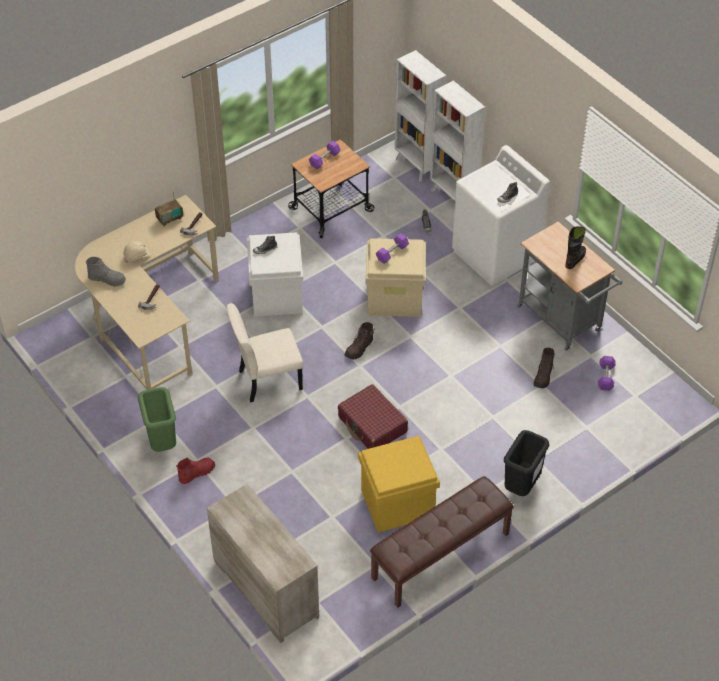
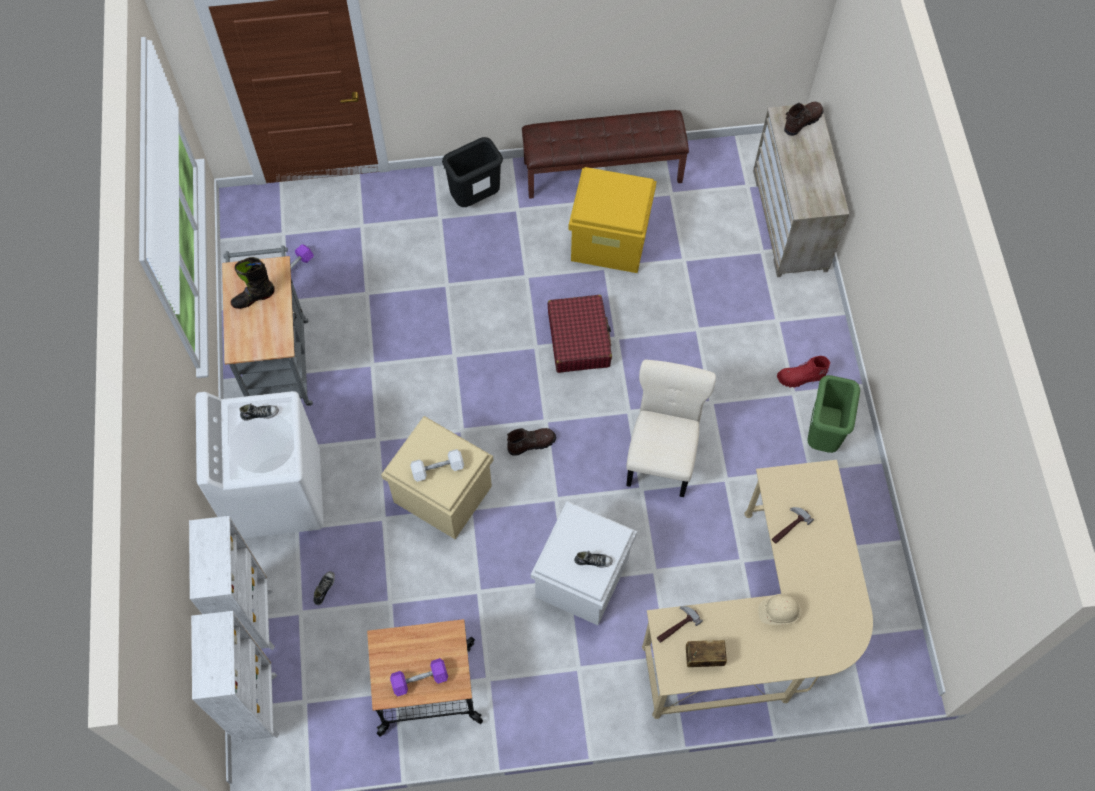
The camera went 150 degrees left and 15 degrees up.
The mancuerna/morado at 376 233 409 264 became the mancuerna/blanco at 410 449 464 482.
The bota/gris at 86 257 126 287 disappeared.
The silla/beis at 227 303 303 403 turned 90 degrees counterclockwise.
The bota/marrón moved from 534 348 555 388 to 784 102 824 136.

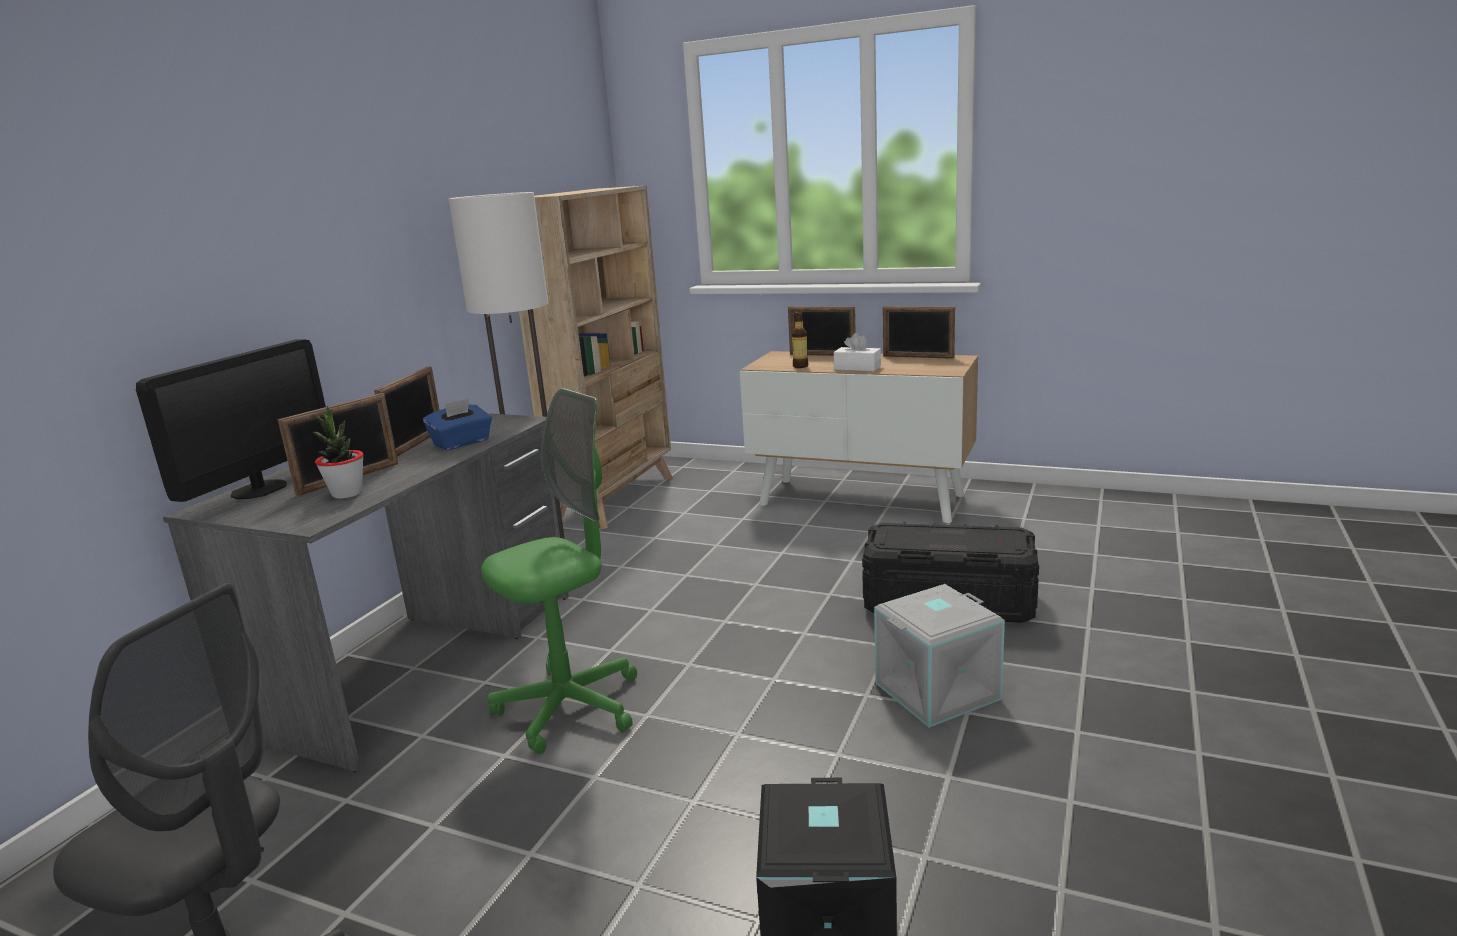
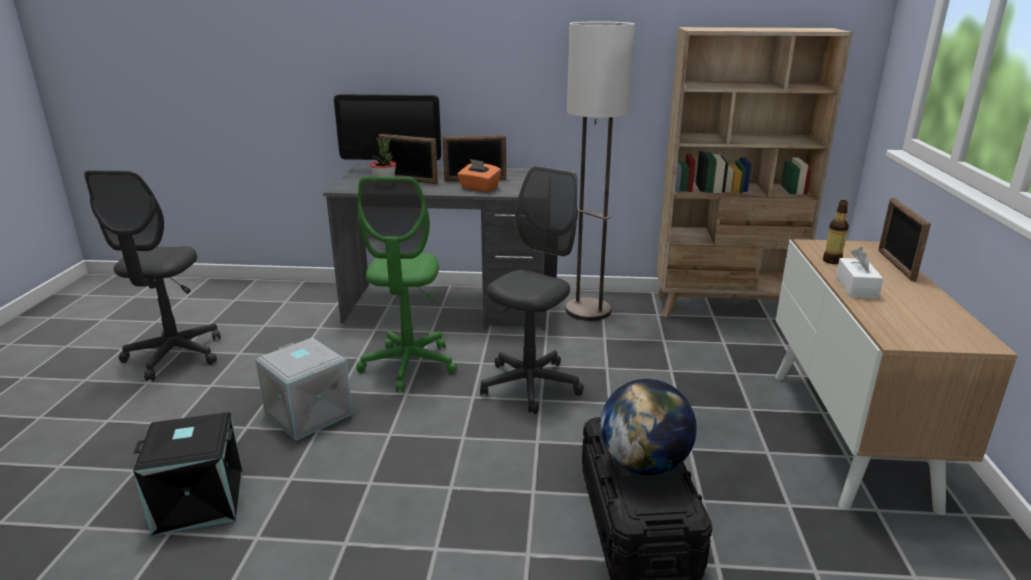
The camera went 70 degrees right and 5 degrees up.
The portarretratos at 883 306 955 359 disappeared.
The silla de oficina/verde at 481 388 637 754 turned 60 degrees clockwise.
The caja de pañuelos/azul at 423 399 492 450 became the caja de pañuelos/naranja at 457 159 501 192.
The caja de almacenaje/gris moved from 874 584 1005 728 to 255 337 353 441.
The silla de oficina/gris at 480 166 584 414 appeared.
The globo terráqueo at 600 379 697 475 appeared.

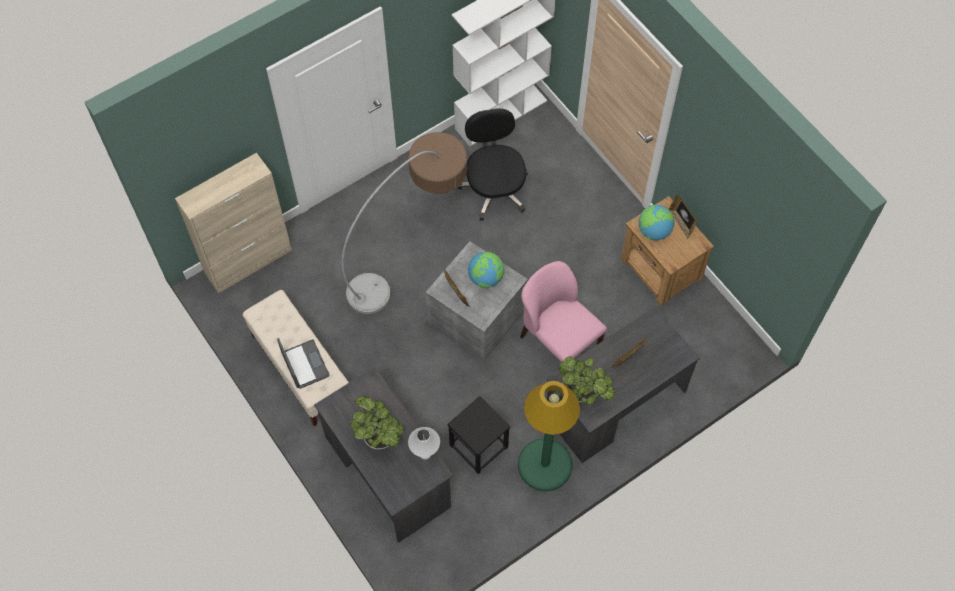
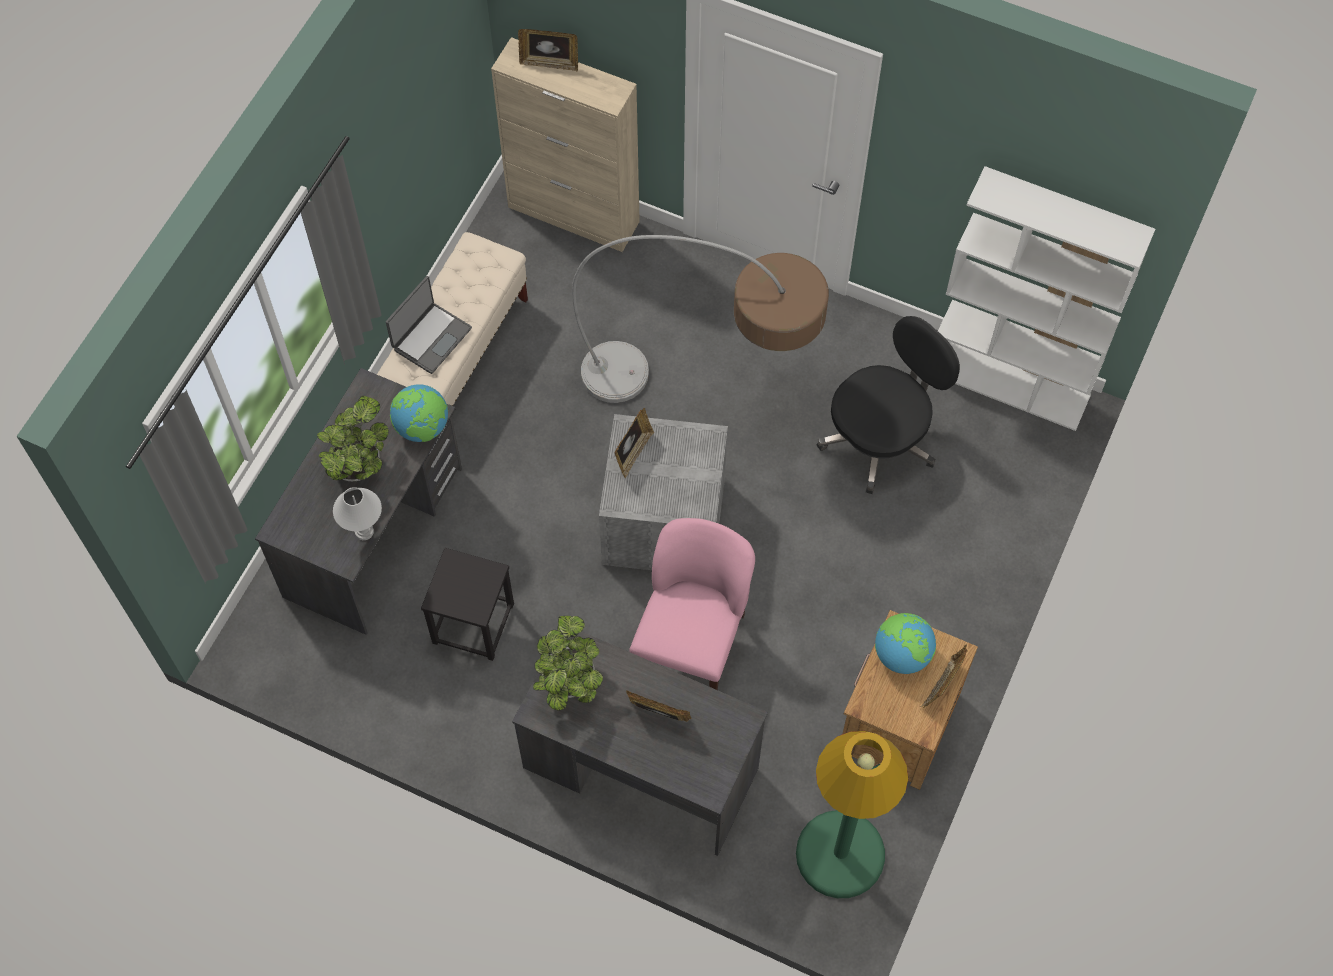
The camera went 60 degrees right and 0 degrees up.
The globo terráqueo moved from 468 252 504 288 to 390 384 448 442.
The lámpara de pie/verde moved from 518 381 580 491 to 796 731 908 898.
The portarretratos at 518 29 578 71 appeared.

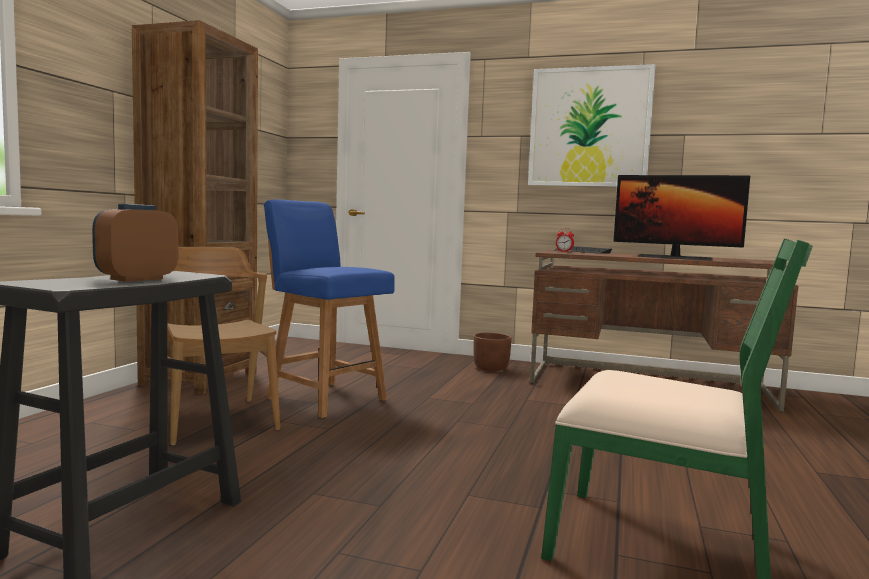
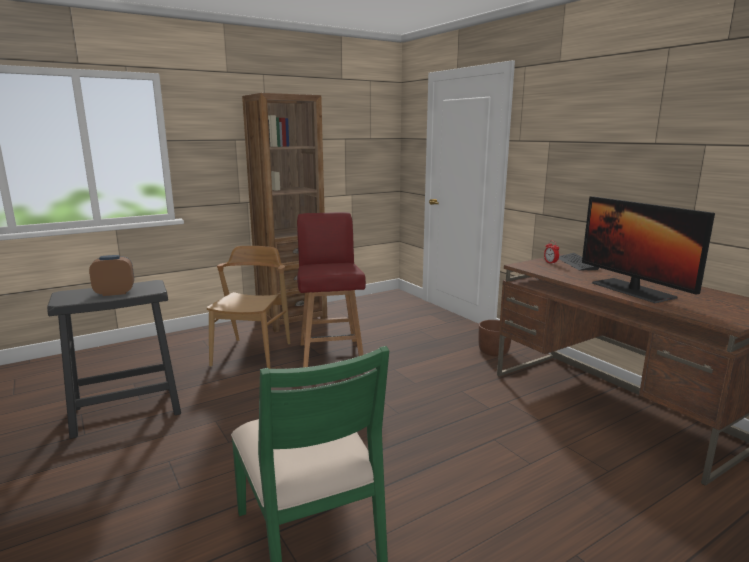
The camera went 40 degrees right and 10 degrees up.
The cuadro at 528 64 656 187 disappeared.
The silla/azul at 264 199 395 418 became the silla/rojo at 297 212 366 367.

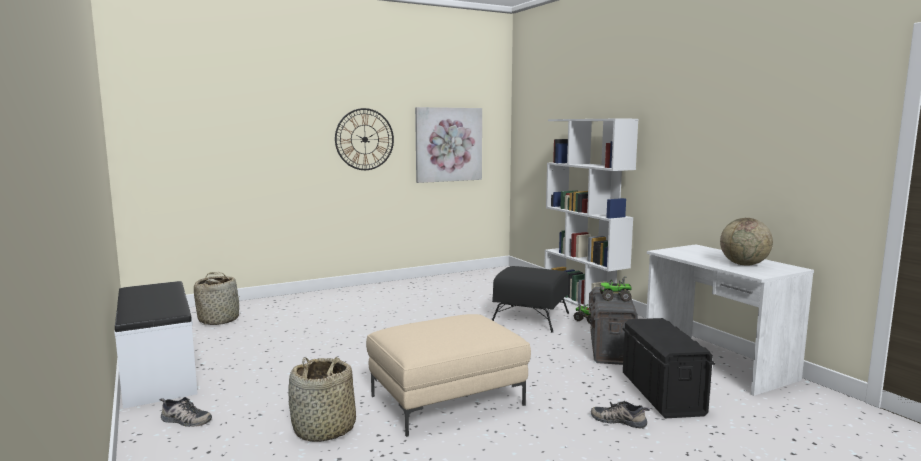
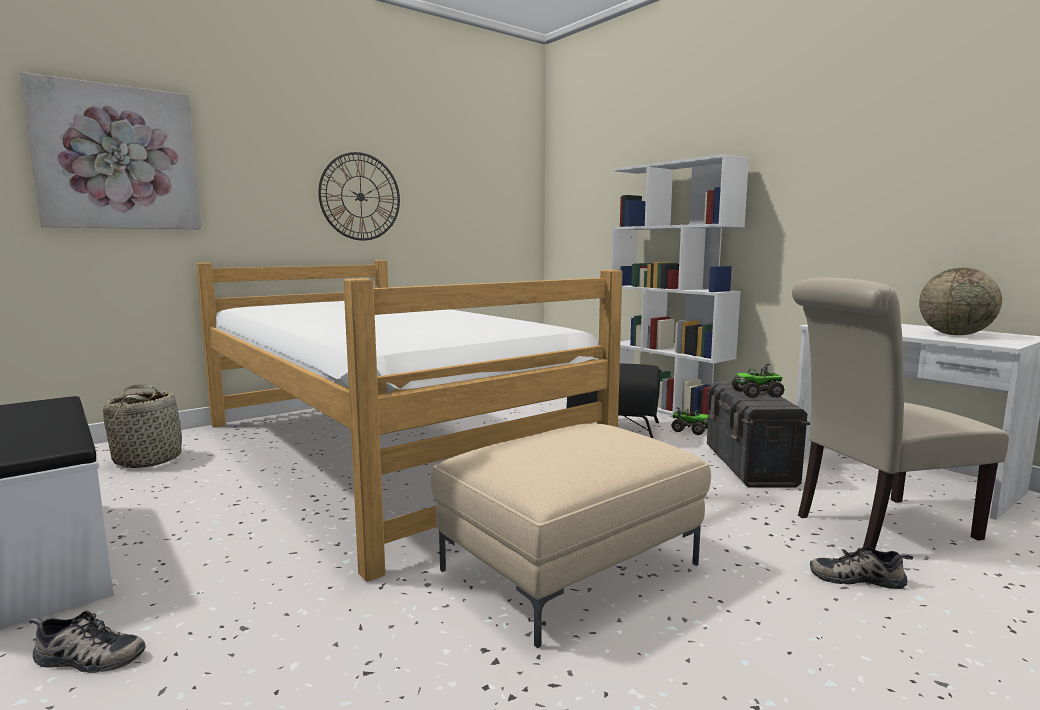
The camera went 10 degrees left and 0 degrees up.
The cuadro moved from 415 107 482 183 to 20 72 201 229.
The caja de almacenaje/negro at 623 318 715 418 was replaced by the silla/beis at 792 278 1009 550.
The cesta at 288 357 356 442 disappeared.
The cama at 196 260 622 582 appeared.

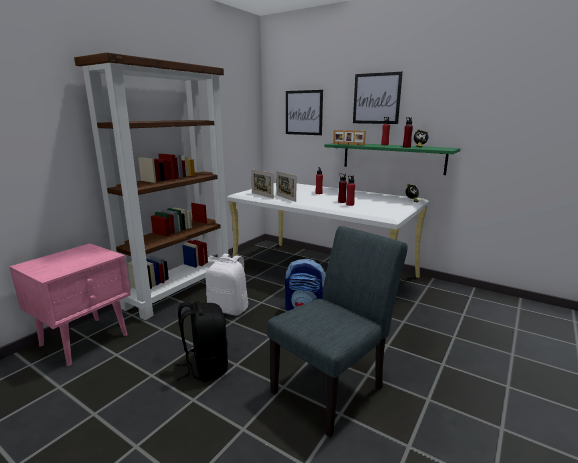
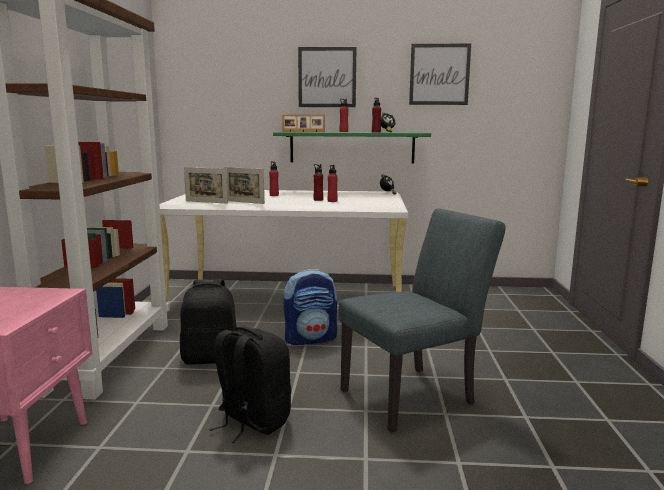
The camera went 30 degrees left and 5 degrees down.
The cuadro moved from 286 90 323 135 to 409 44 471 105.
The silla/gris at 267 226 408 438 turned 45 degrees clockwise.
The mochila/blanco at 206 254 249 315 became the mochila/negro at 180 279 237 365.

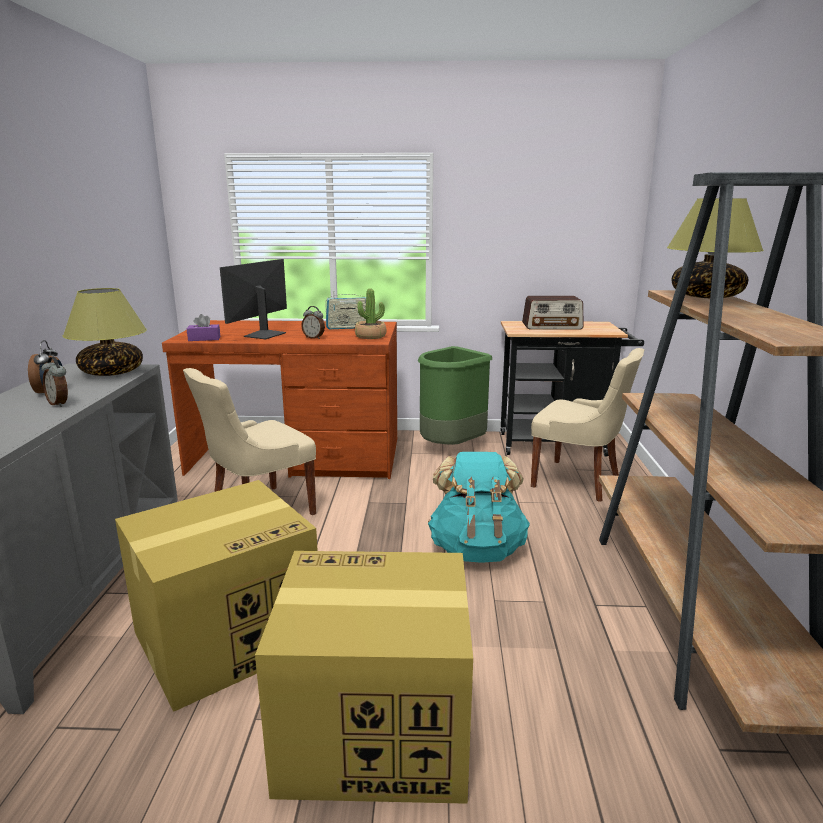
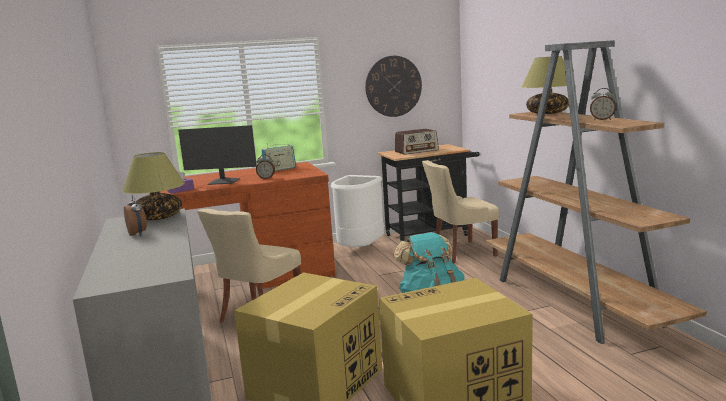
The camera went 20 degrees left and 5 degrees down.
The monitor at 220 259 287 339 turned 90 degrees counterclockwise.
The planta en maceta at 355 289 386 339 disappeared.
The papelera/verde at 418 346 492 445 became the papelera/blanco at 331 175 384 247.
The silla/beis at 531 348 644 502 turned 150 degrees clockwise.
The despertador moved from 41 357 68 407 to 590 88 616 120.
The reloj de pared at 365 56 422 117 appeared.

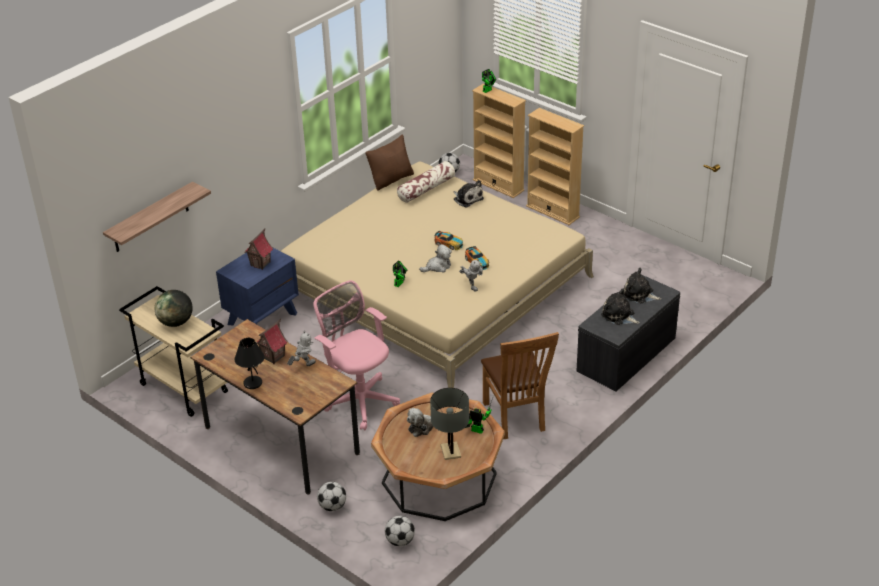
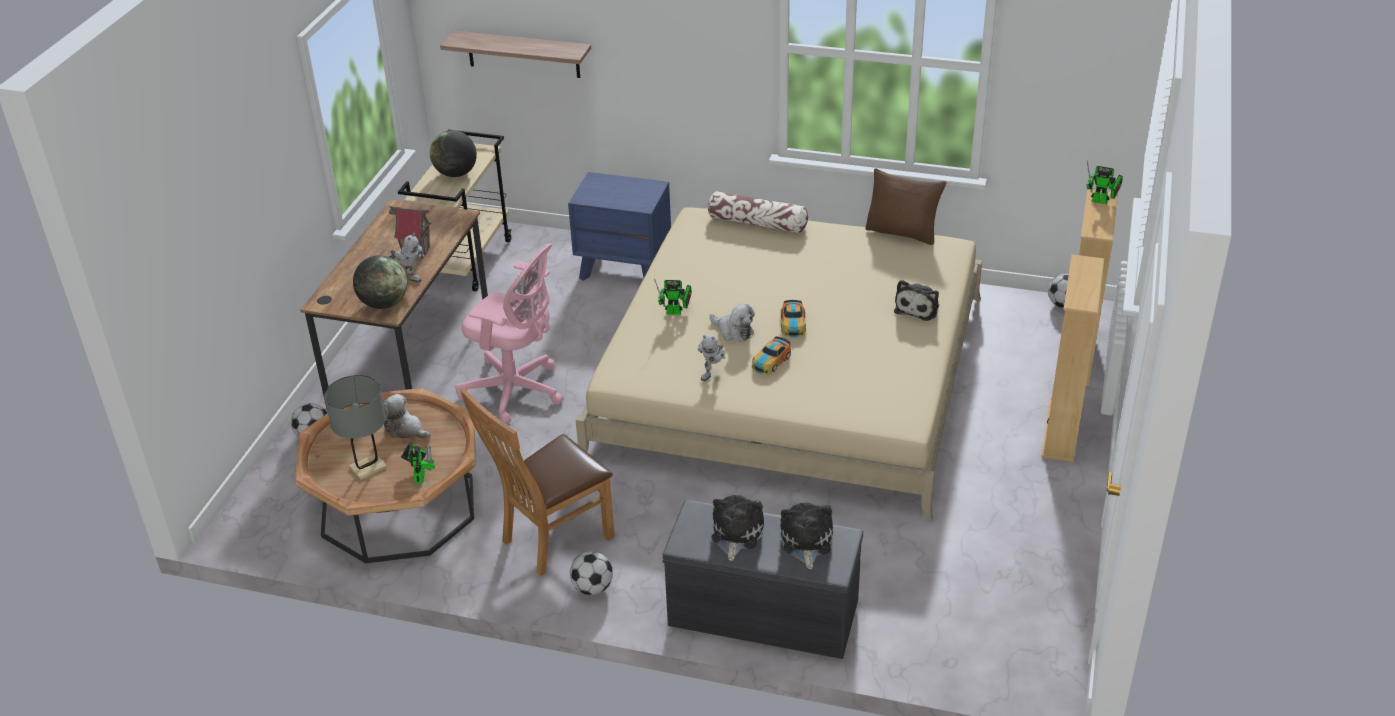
The camera went 65 degrees right and 0 degrees up.
The cojín moved from 397 161 455 203 to 708 191 808 233.
The casita at 245 228 273 270 disappeared.
The silla de oficina/rosa at 313 280 400 430 turned 90 degrees clockwise.
The lámpara de mesa/negro at 234 338 264 389 disappeared.
The balón de fútbol moved from 385 516 415 546 to 570 551 613 595.
The globo terráqueo at 353 255 407 309 appeared.

